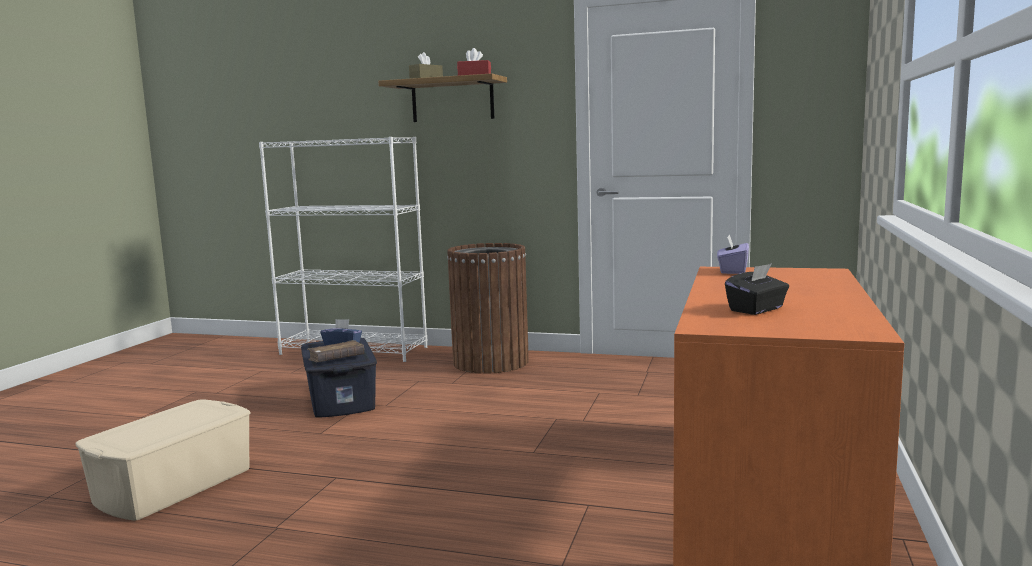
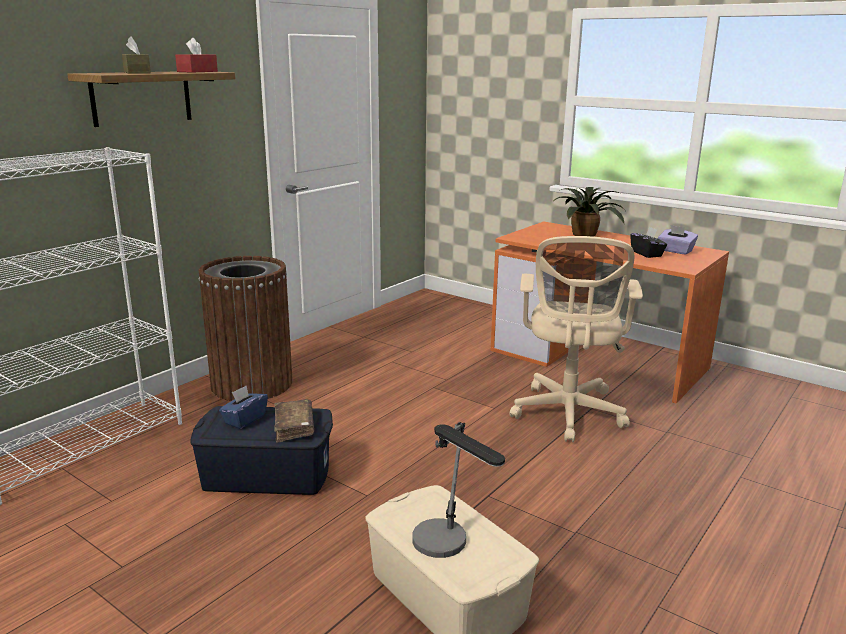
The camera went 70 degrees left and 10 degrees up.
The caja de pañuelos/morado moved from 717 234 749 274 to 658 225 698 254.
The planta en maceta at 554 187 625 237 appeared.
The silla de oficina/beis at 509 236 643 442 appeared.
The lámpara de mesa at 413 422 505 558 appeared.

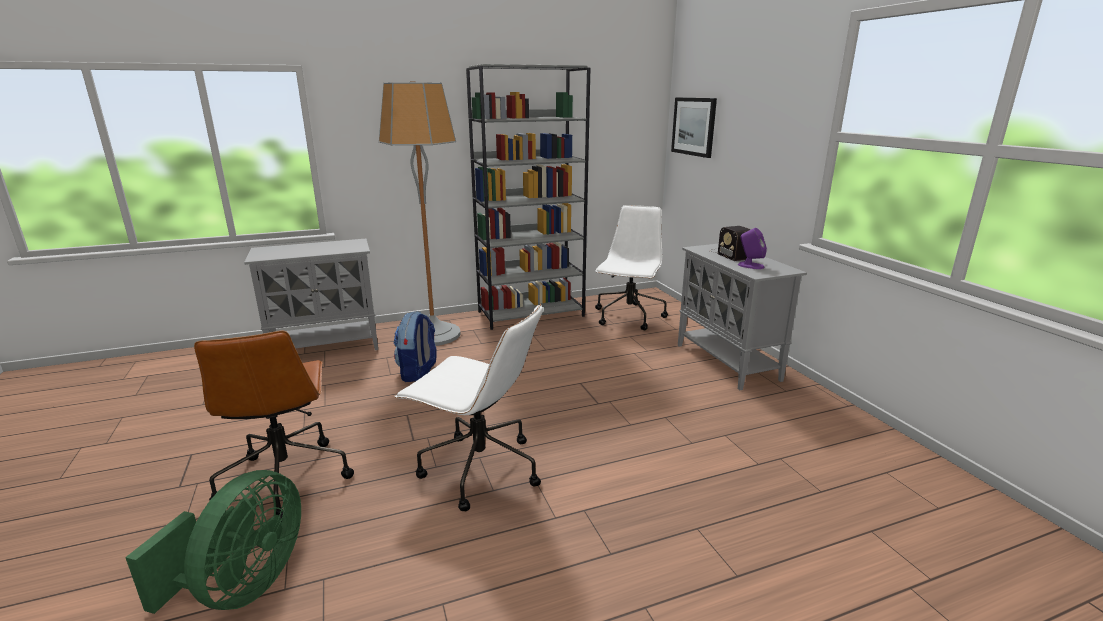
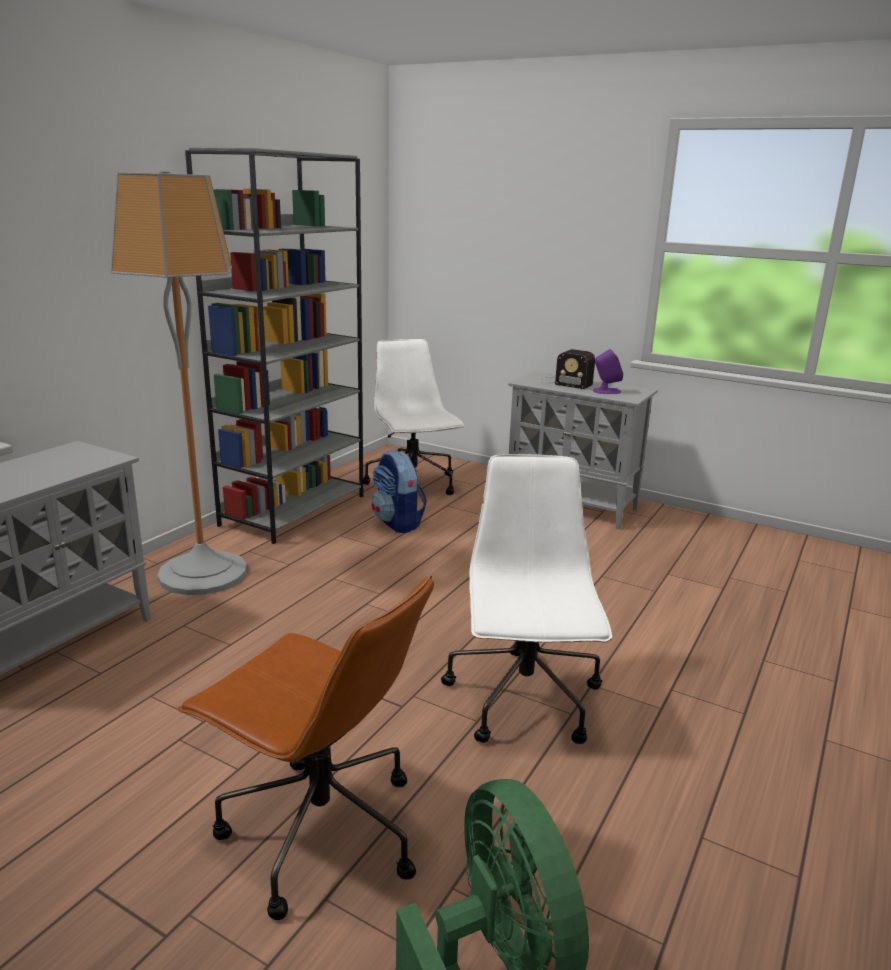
The camera went 40 degrees left and 0 degrees up.
The cuadro at 671 97 717 158 disappeared.
The silla de oficina/blanco at 394 304 543 511 turned 75 degrees counterclockwise.
The mochila moved from 394 311 437 382 to 372 450 427 533.

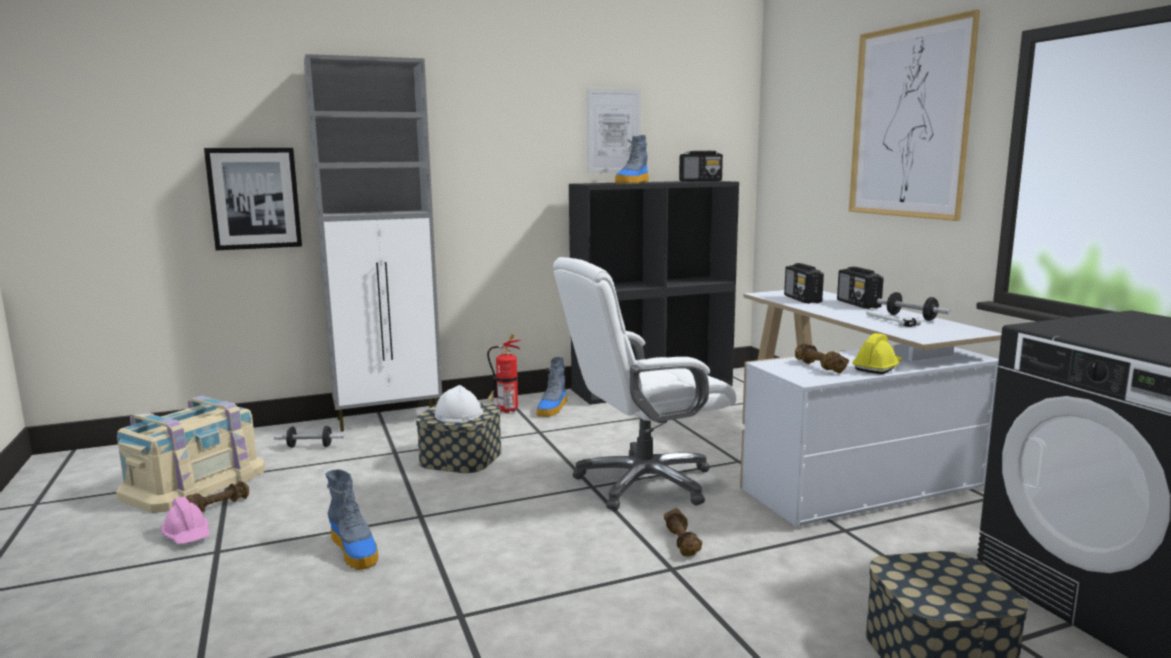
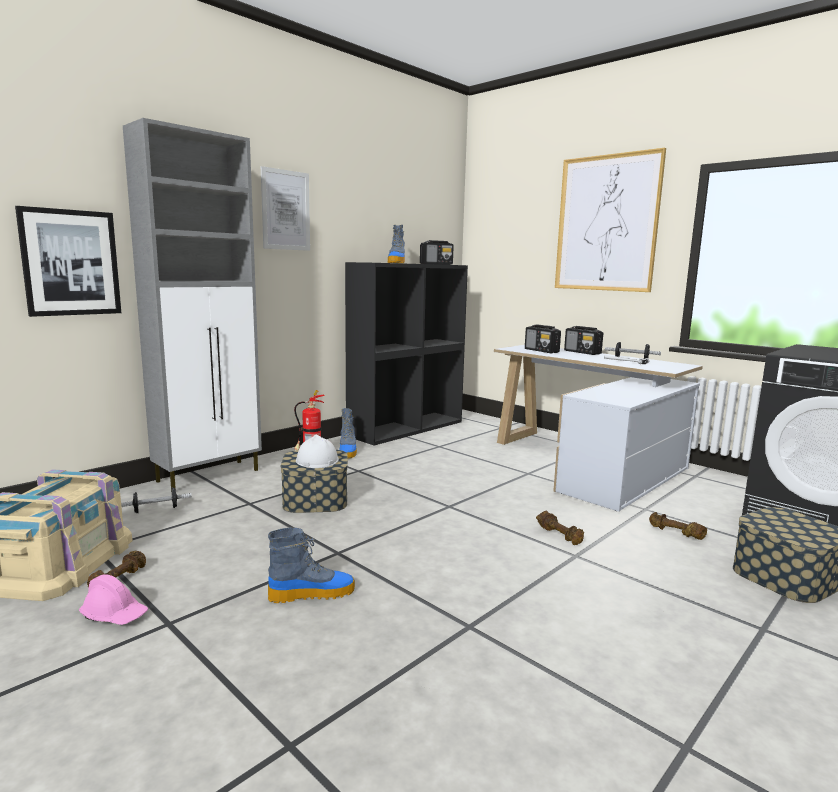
The camera went 25 degrees left and 0 degrees up.
The cuadro moved from 587 88 641 173 to 261 166 310 251.
The silla de oficina/blanco at 553 257 736 510 disappeared.
The casco/amarillo at 852 333 903 374 disappeared.
The mancuerna/marrón moved from 795 343 849 373 to 649 512 707 540.
The bota at 325 469 378 570 turned 45 degrees counterclockwise.

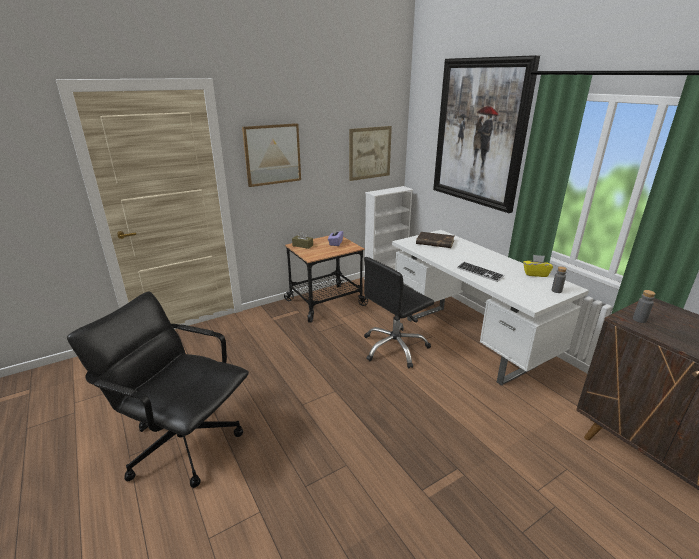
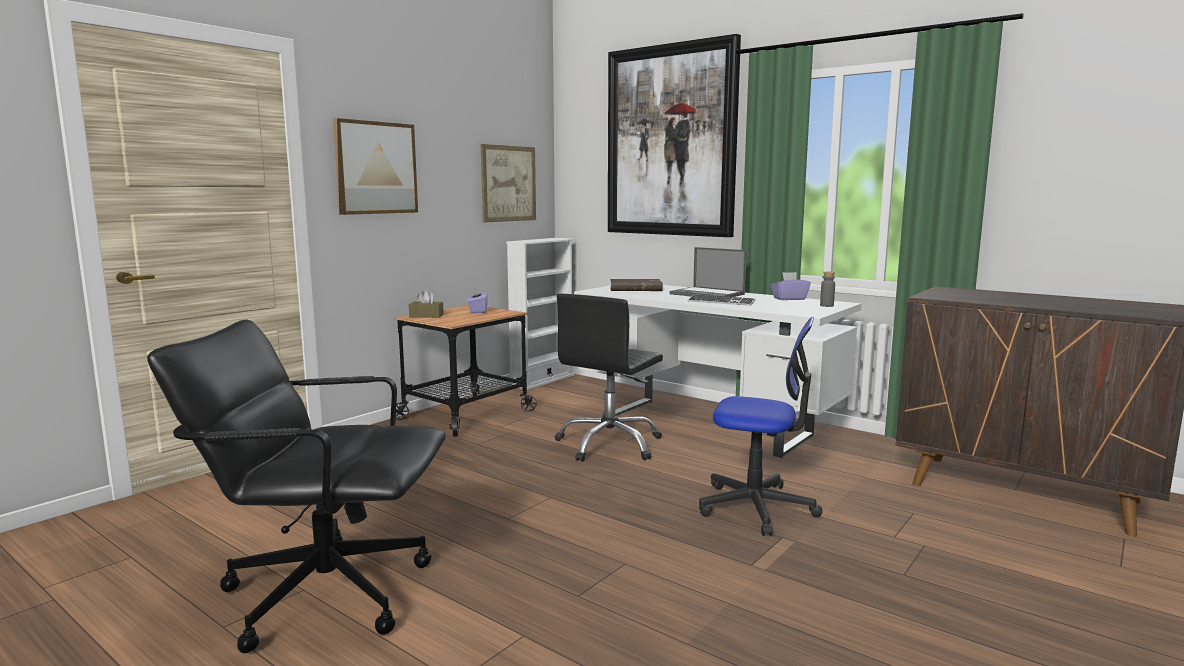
The camera went 20 degrees left and 15 degrees down.
The caja de pañuelos/amarillo at 523 255 553 277 became the caja de pañuelos/morado at 771 272 811 300.
The botella/gris at 633 290 656 323 disappeared.
The portátil at 670 247 747 297 appeared.
The silla de oficina at 699 317 822 536 appeared.

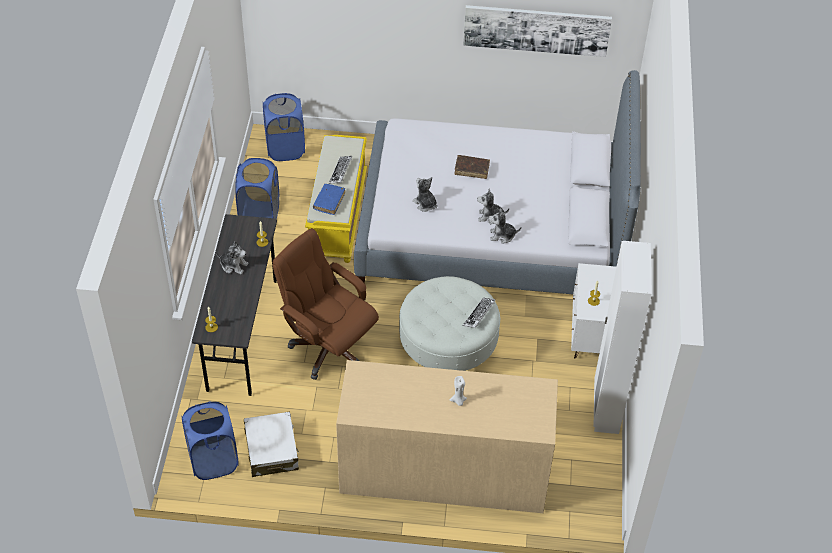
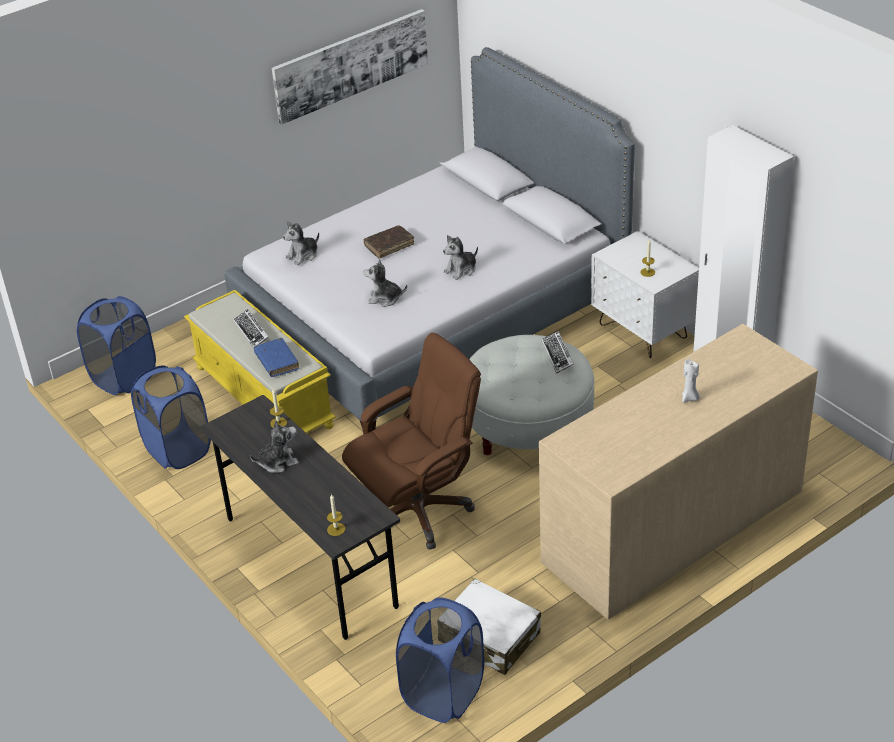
The camera went 40 degrees left and 10 degrees down.
The peluche moved from 489 207 521 244 to 283 221 319 265.
The silla de oficina/marrón at 272 228 379 380 turned 150 degrees clockwise.

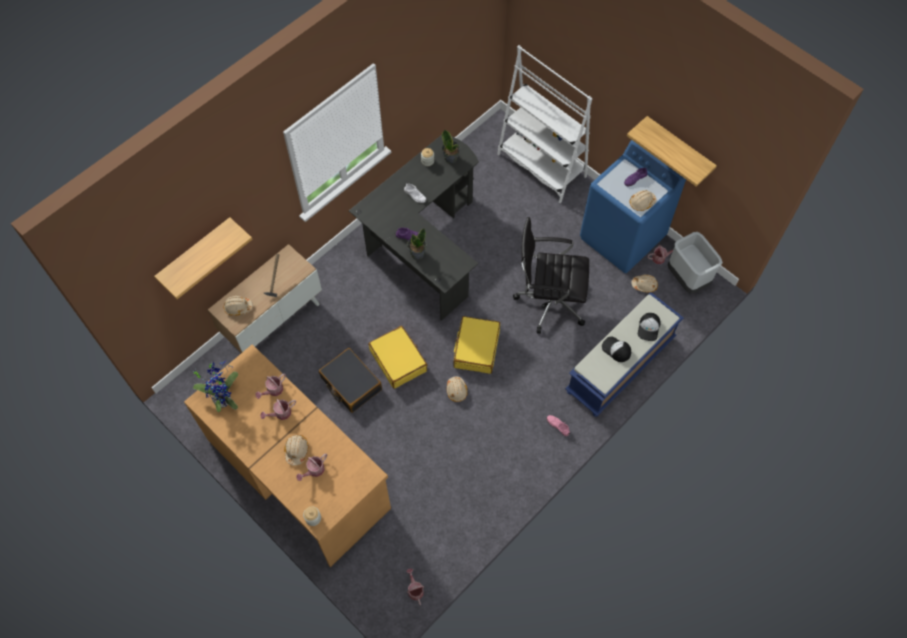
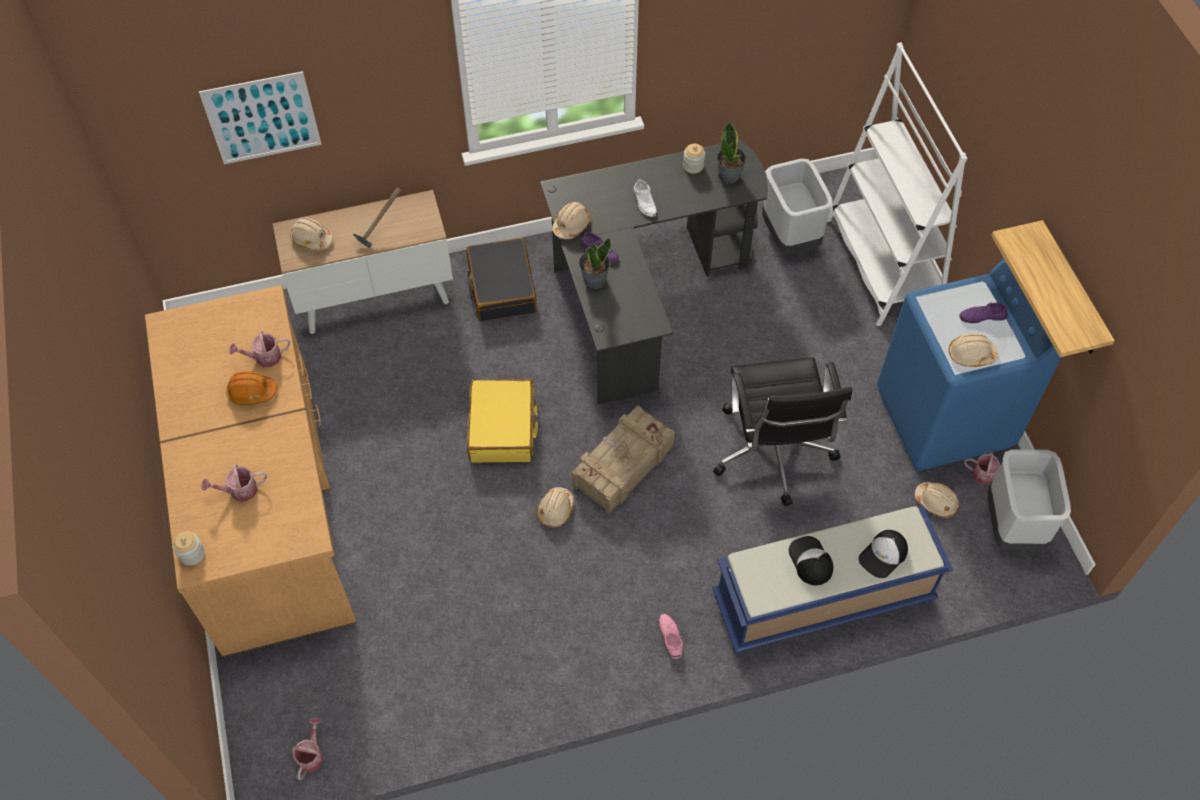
The camera went 30 degrees right and 5 degrees down.
The estante at 154 217 253 299 was replaced by the cuadro at 199 71 322 164.
The silla de oficina/negro at 513 217 589 334 turned 135 degrees counterclockwise.
The maleta/amarillo at 454 316 500 374 was replaced by the caja de embalaje at 572 406 675 515.
The maleta/negro moved from 319 348 382 413 to 466 238 537 321.
The planta en maceta at 191 362 238 412 disappeared.
The regadera at 260 399 296 420 was replaced by the casco/naranja at 226 371 277 405.
The casco/beis moved from 284 435 308 466 to 552 202 591 239.
The papelera/gris at 762 159 833 254 appeared.

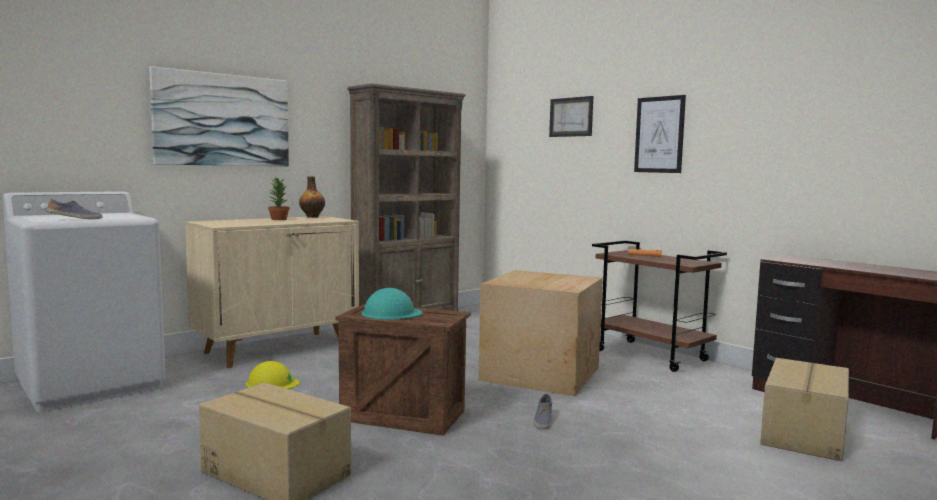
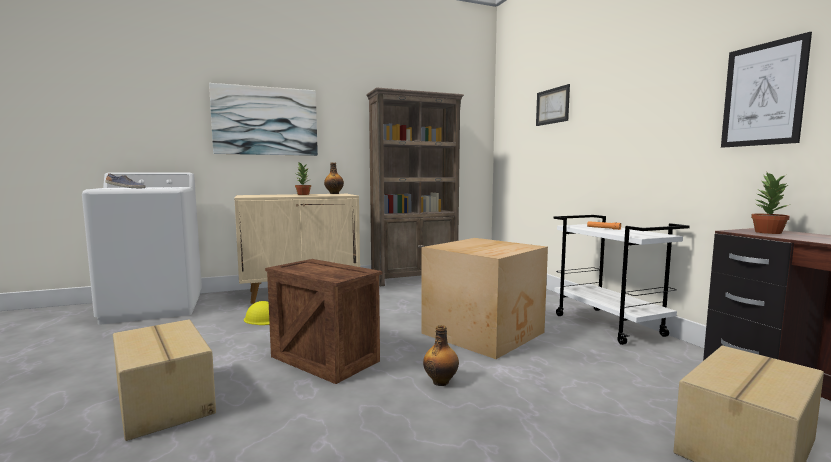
The camera went 20 degrees right and 0 degrees up.
The cuadro moved from 634 95 686 173 to 721 32 812 148.
The carrito/marrón at 592 241 727 372 became the carrito/blanco at 553 215 690 345.
The casco/turquesa at 362 288 423 320 disappeared.
The zapato at 533 394 552 430 was replaced by the botella at 423 325 459 386.
The planta en maceta at 751 171 791 234 appeared.

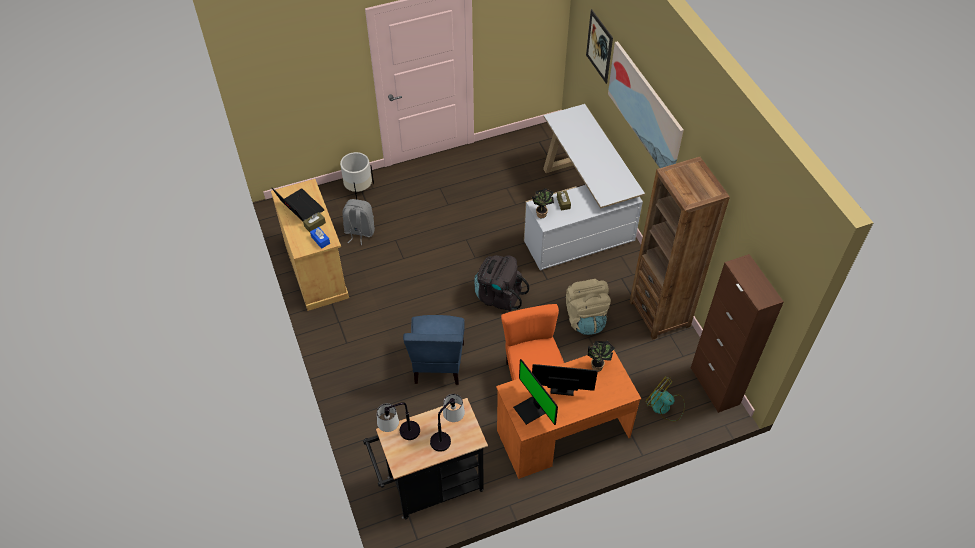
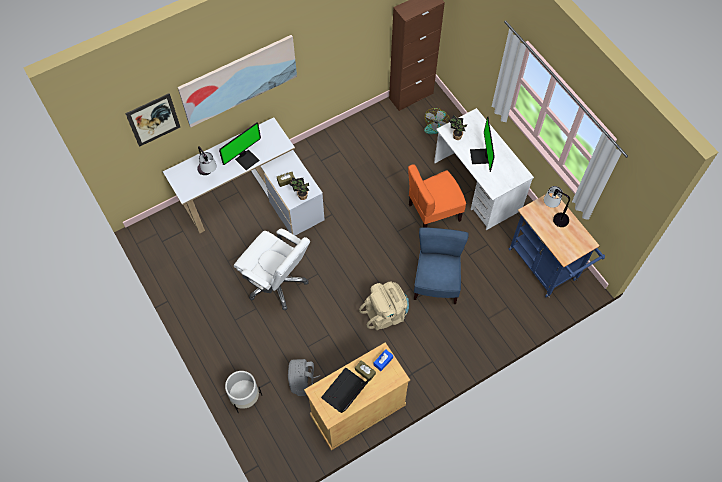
The camera went 100 degrees left and 10 degrees up.
The estantería/marrón at 630 157 730 340 disappeared.
The mochila/negro at 474 255 529 311 disappeared.
The mochila/beis moved from 566 279 611 335 to 359 282 409 330.
The silla/azul at 403 315 465 385 turned 75 degrees counterclockwise.
The escritorio/naranja at 496 350 641 479 became the escritorio/blanco at 434 108 534 230.
The monitor moved from 513 359 558 425 to 219 122 261 170.
The carrito/negro at 363 398 488 519 became the carrito/azul at 508 193 605 297.
The lámpara de mesa moved from 377 402 420 440 to 197 146 216 175.
The silla de oficina/blanco at 234 229 310 310 appeared.

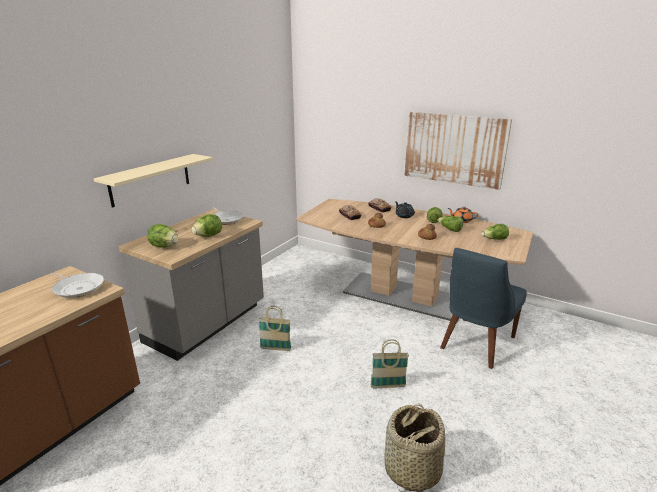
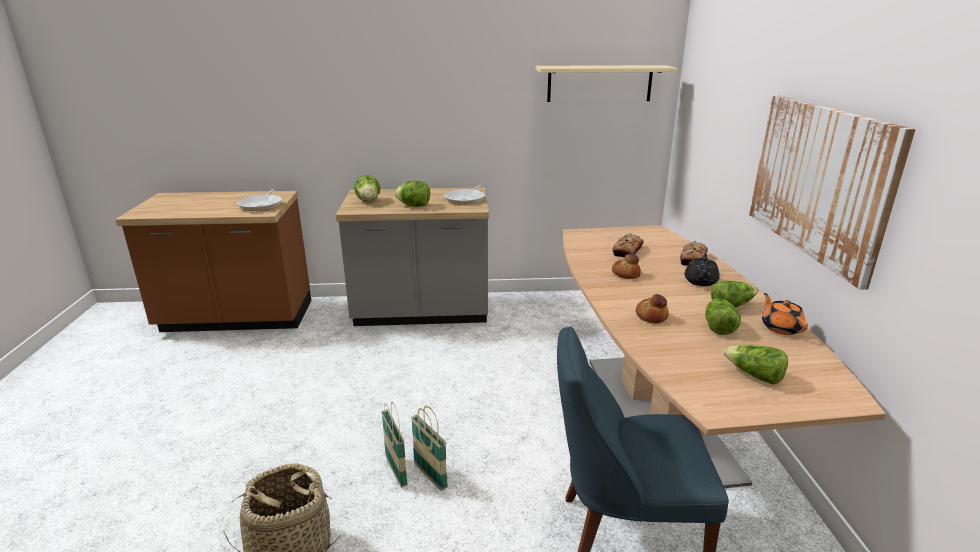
The camera went 55 degrees right and 0 degrees up.
The estante/beis moved from 94 154 213 208 to 536 65 678 102.
The cesta moved from 258 306 291 351 to 381 401 408 488.

